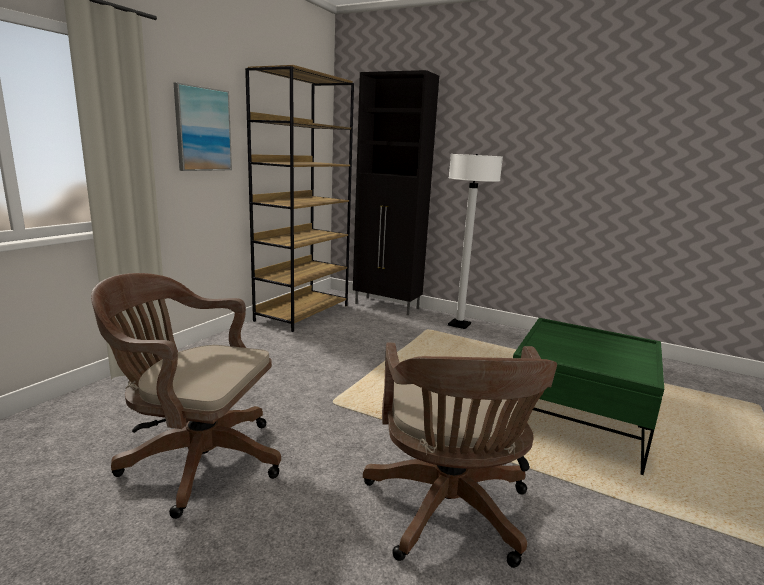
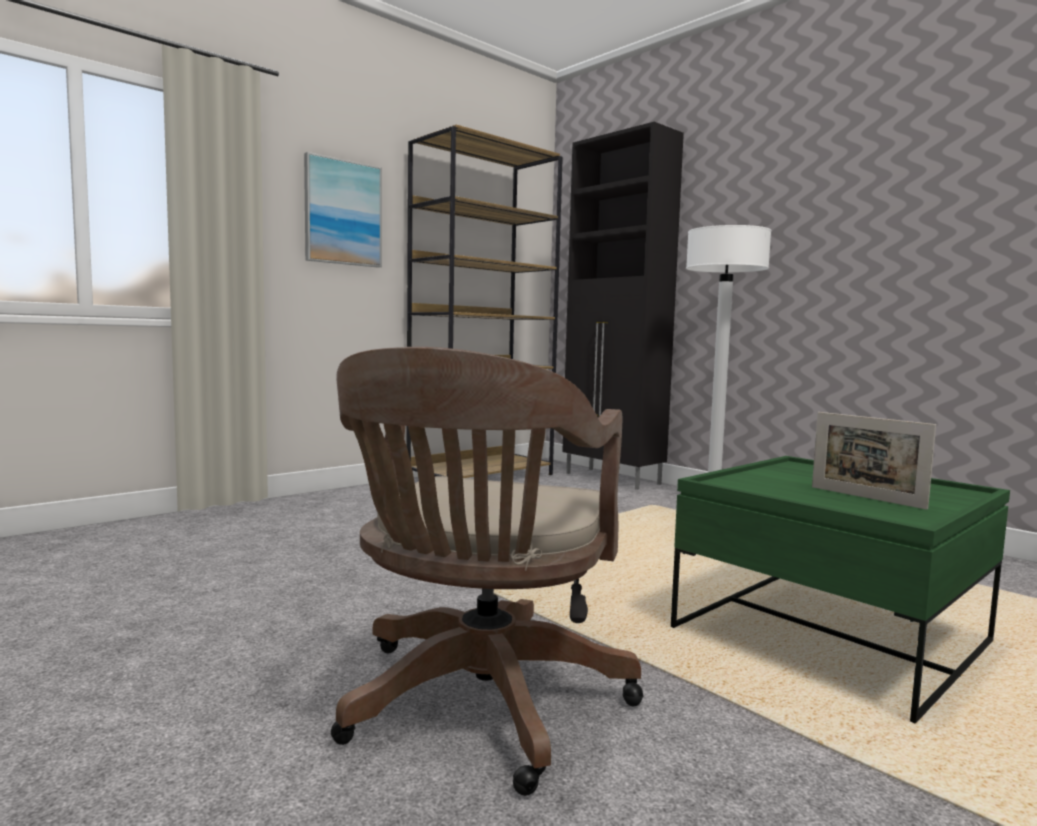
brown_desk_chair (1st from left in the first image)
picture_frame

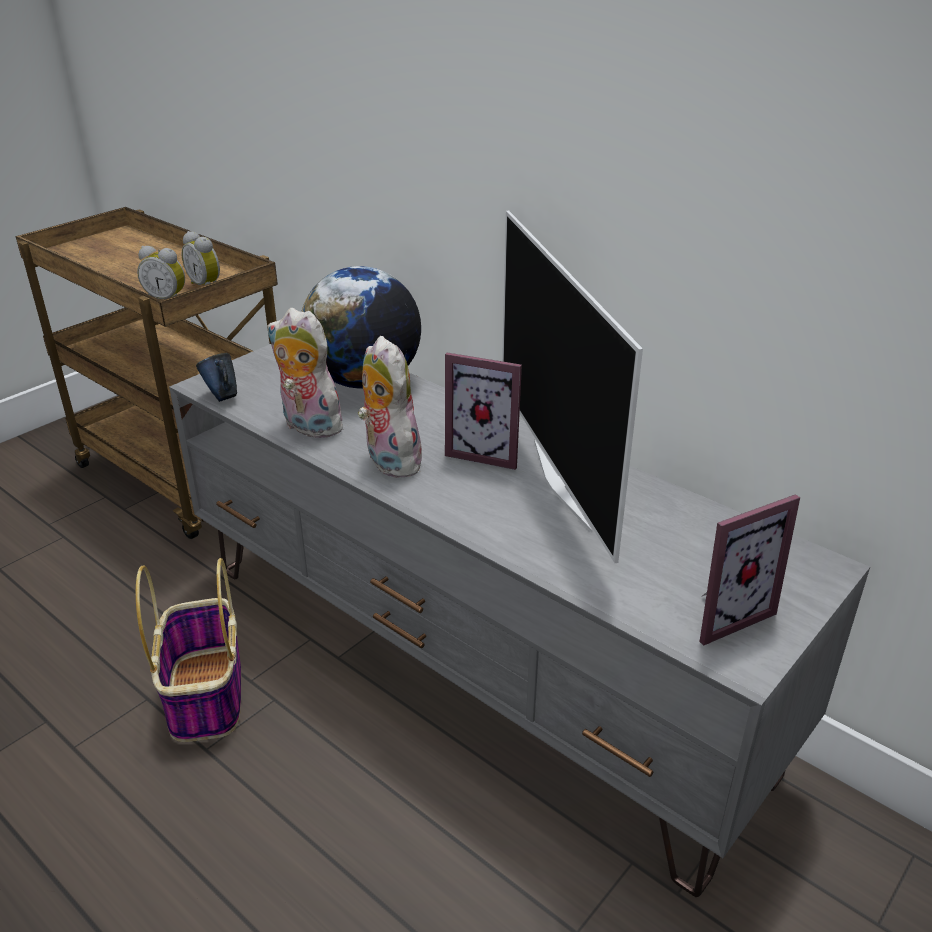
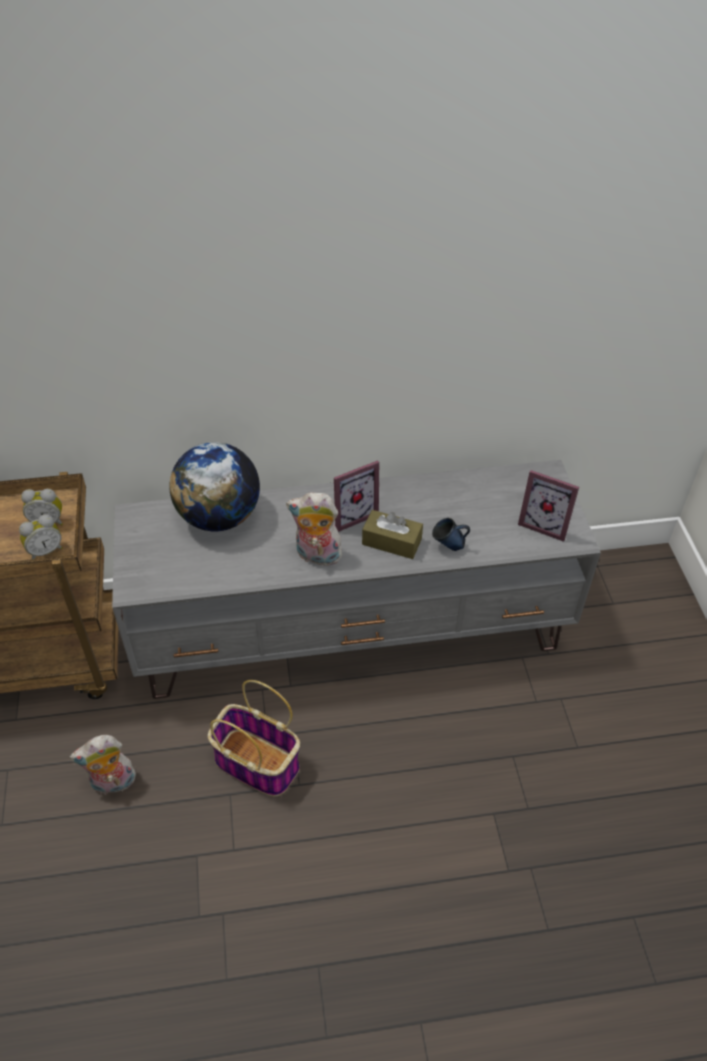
blue_mug
plush_toy (1st from left)
TV
picture_frame (2nd from left)
brown_box_of_tissues

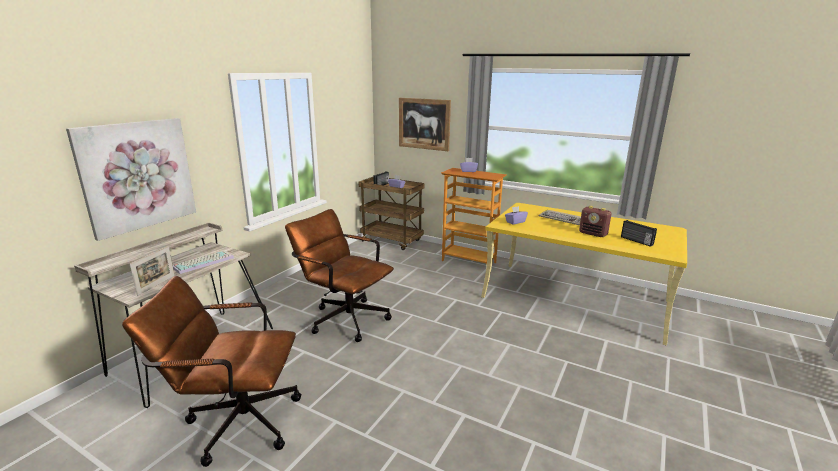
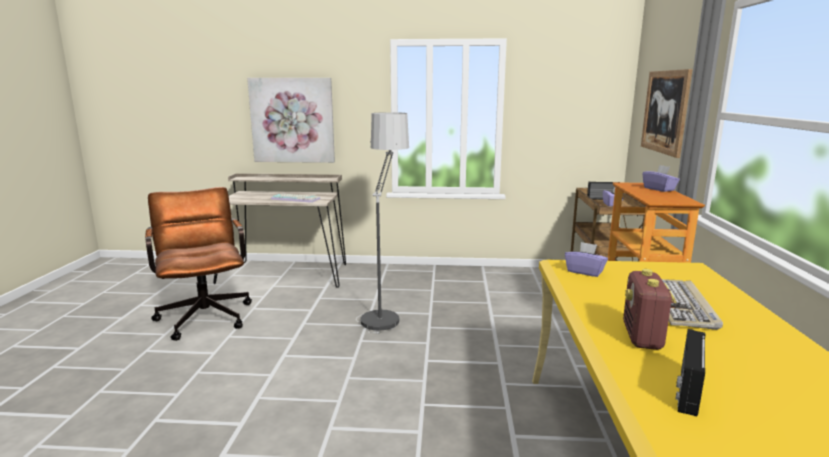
picture_frame
floor_lamp

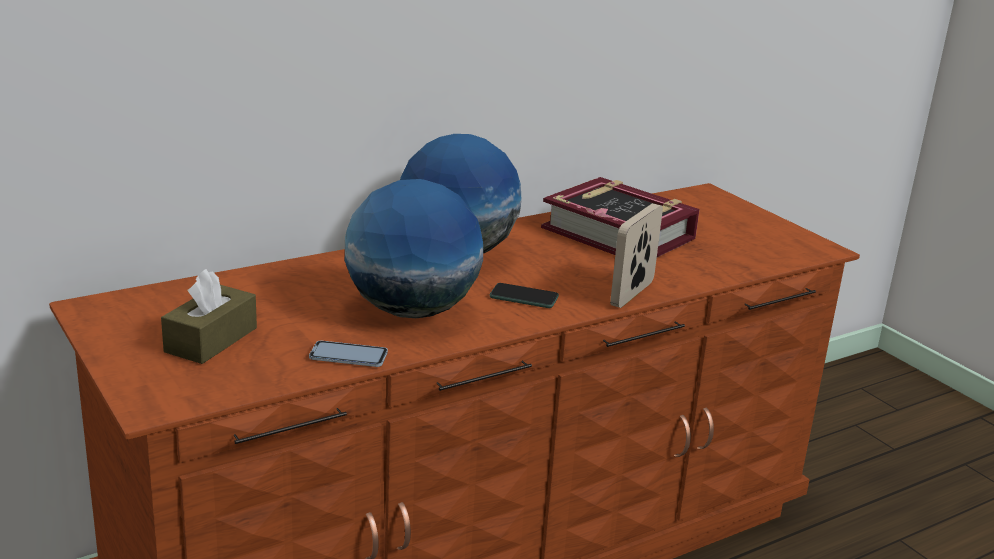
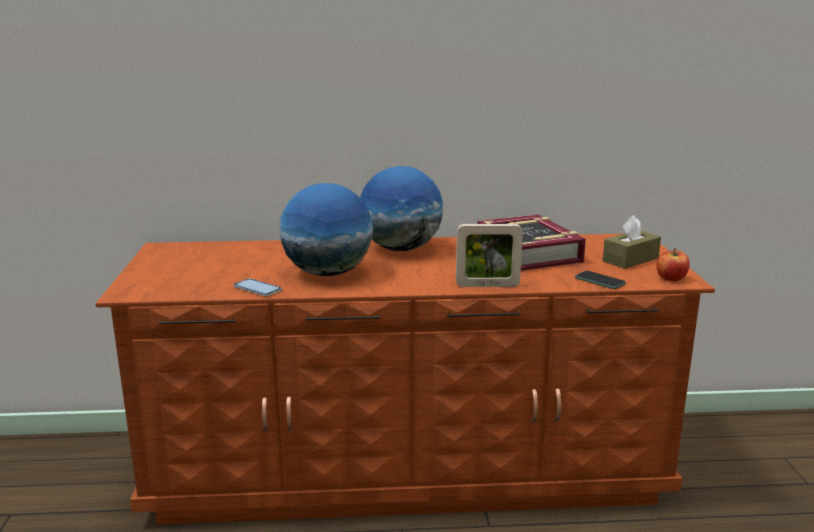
brown_box_of_tissues
handset (2nd from left)
picture_frame
whole_apple

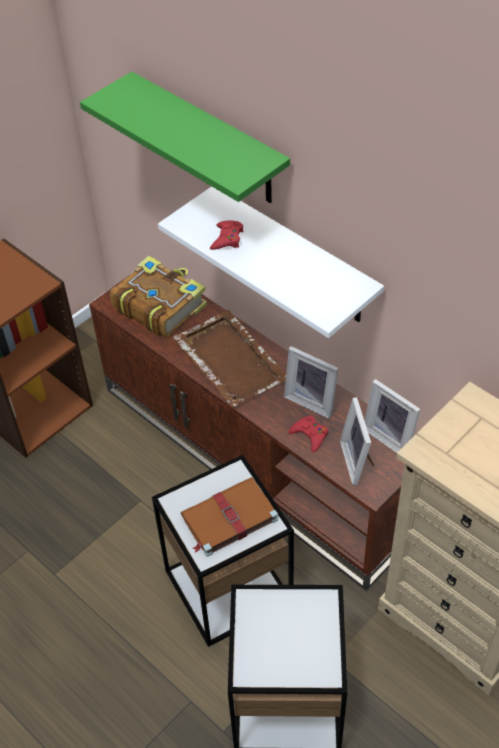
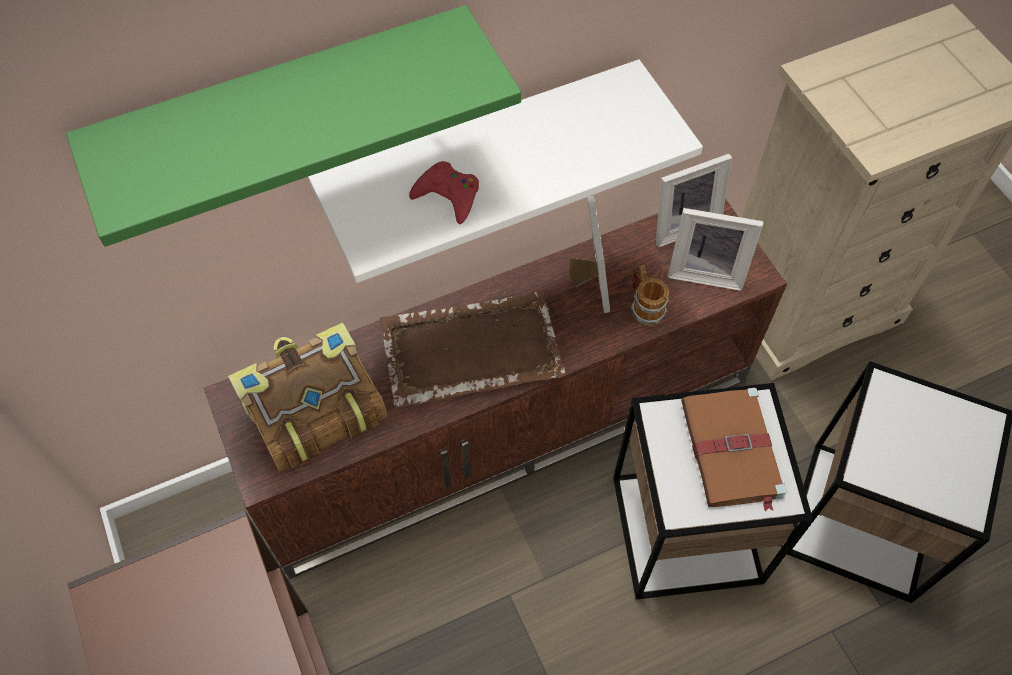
picture_frame (1st from left)
mug

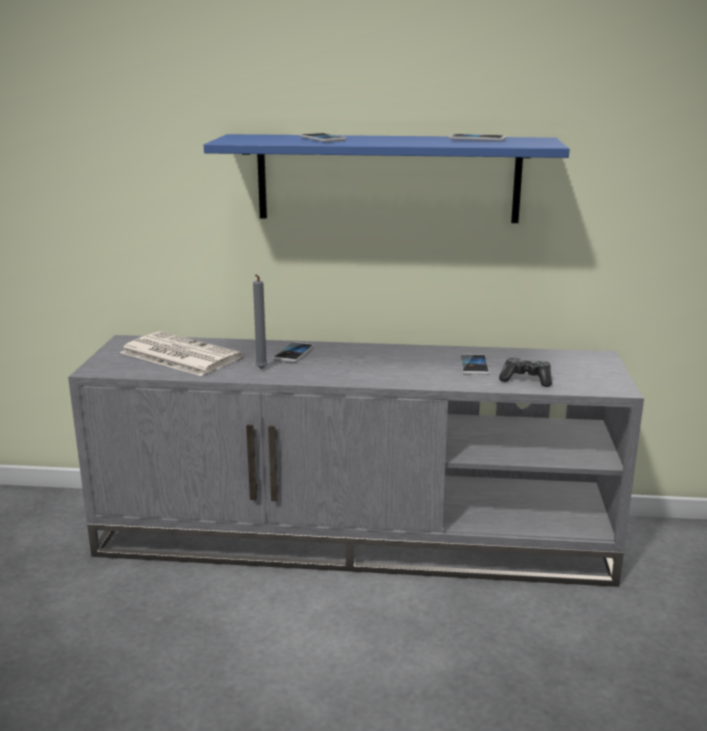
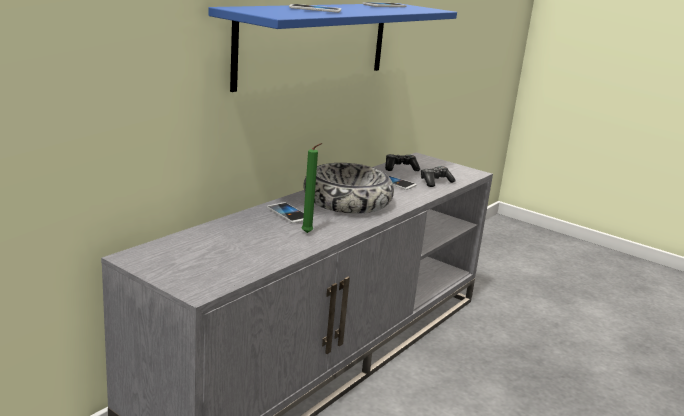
printed_paper
green_wax_light
serving_bowl
gamepad (1st from left)

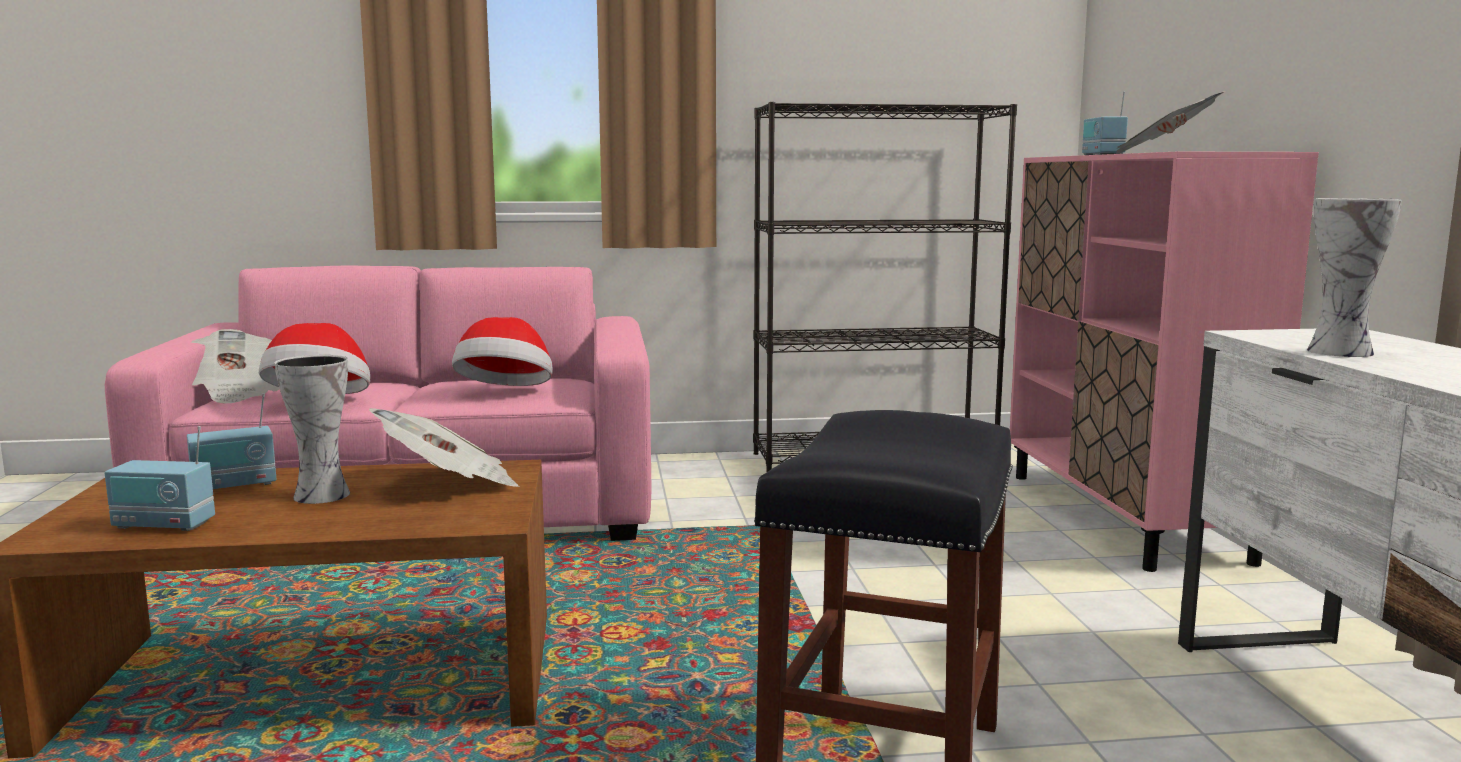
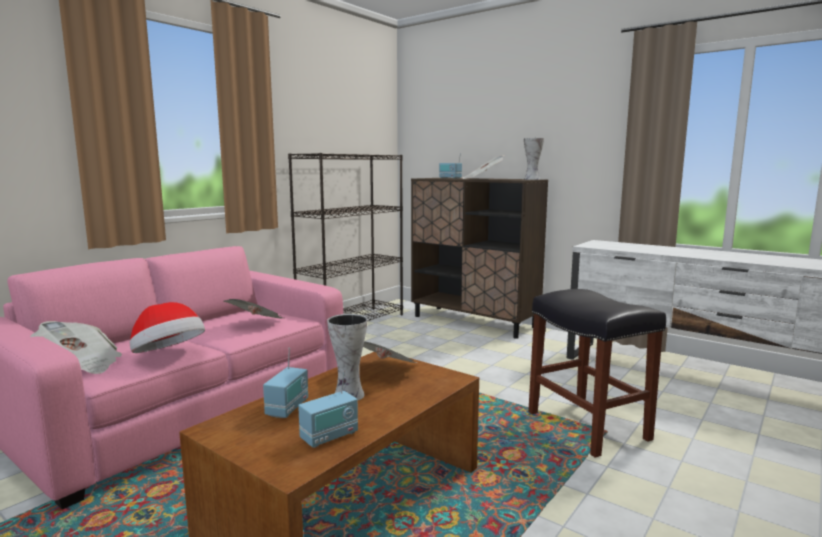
printed_paper (2nd from left)
brown_cupboard
flower_vase (2nd from left)

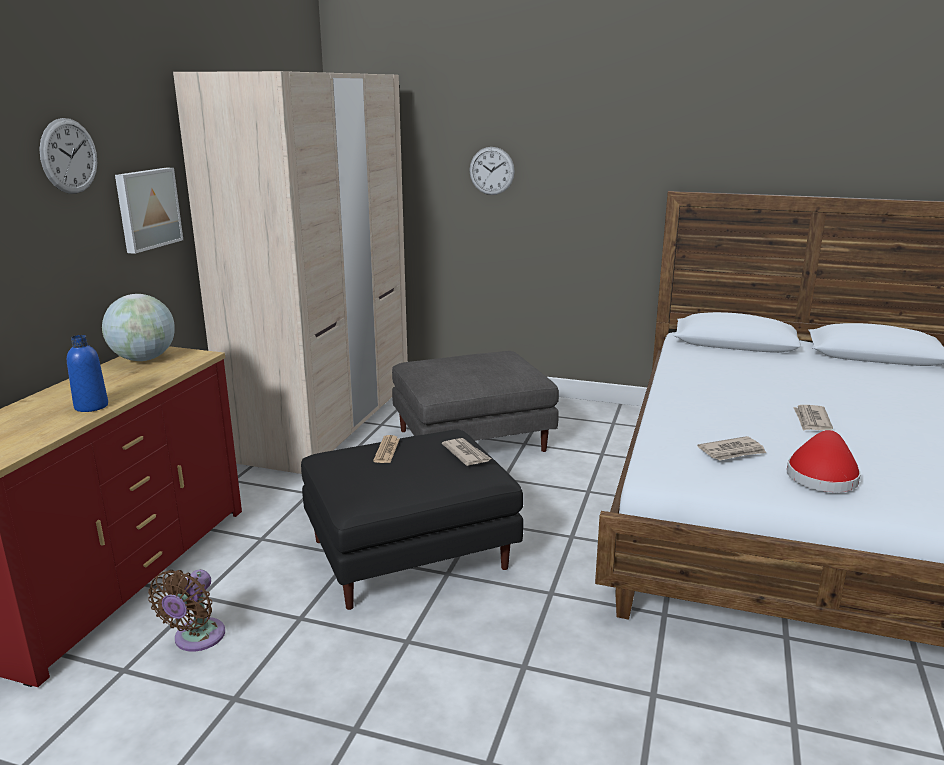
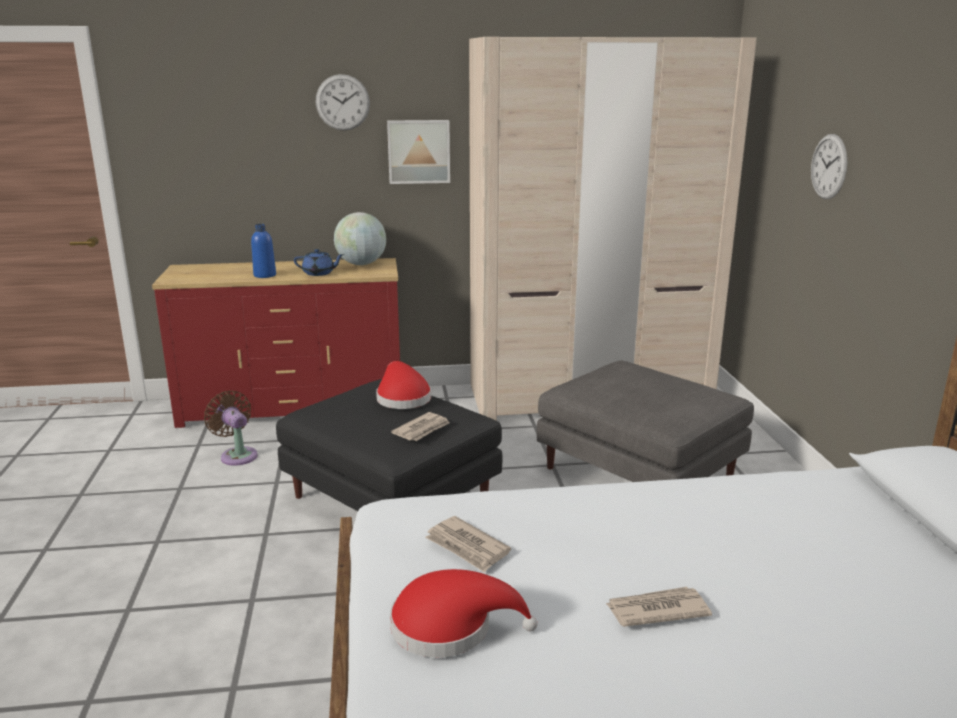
brown_cooling_fan
red-coloured_clothing_hat (1st from left)
blue_pot_for_tea

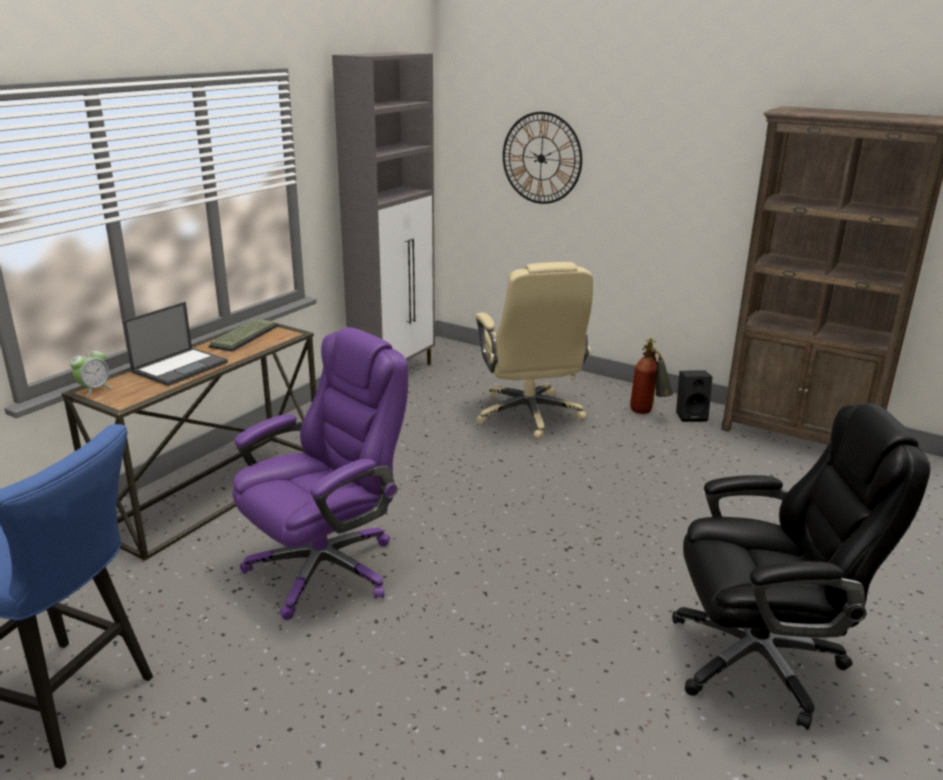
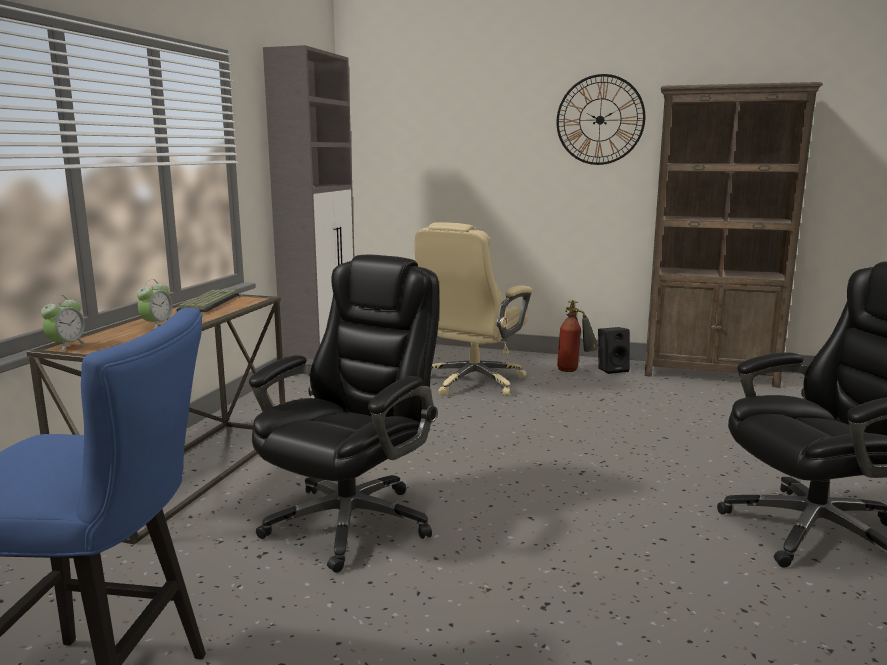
bedside_clock (2nd from left)
blackish_desk_chair (1st from left)
beige-coloured_desk_chair
clock_on_the_wall

